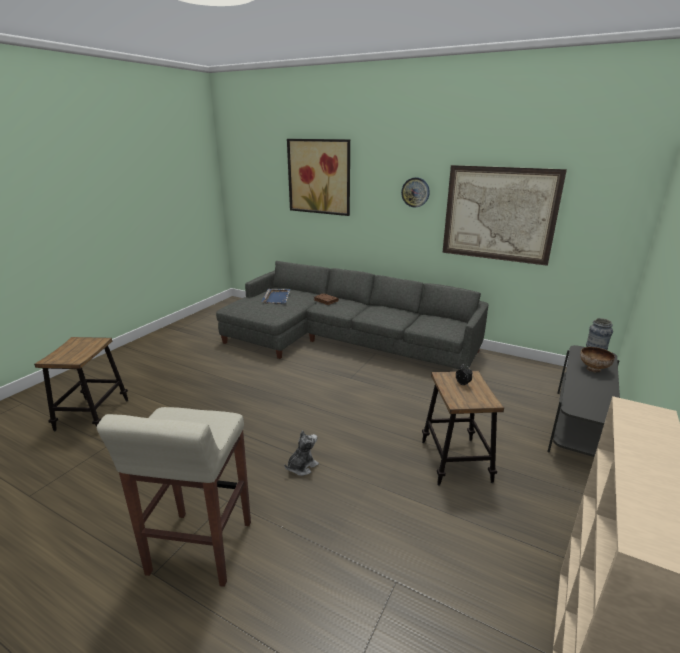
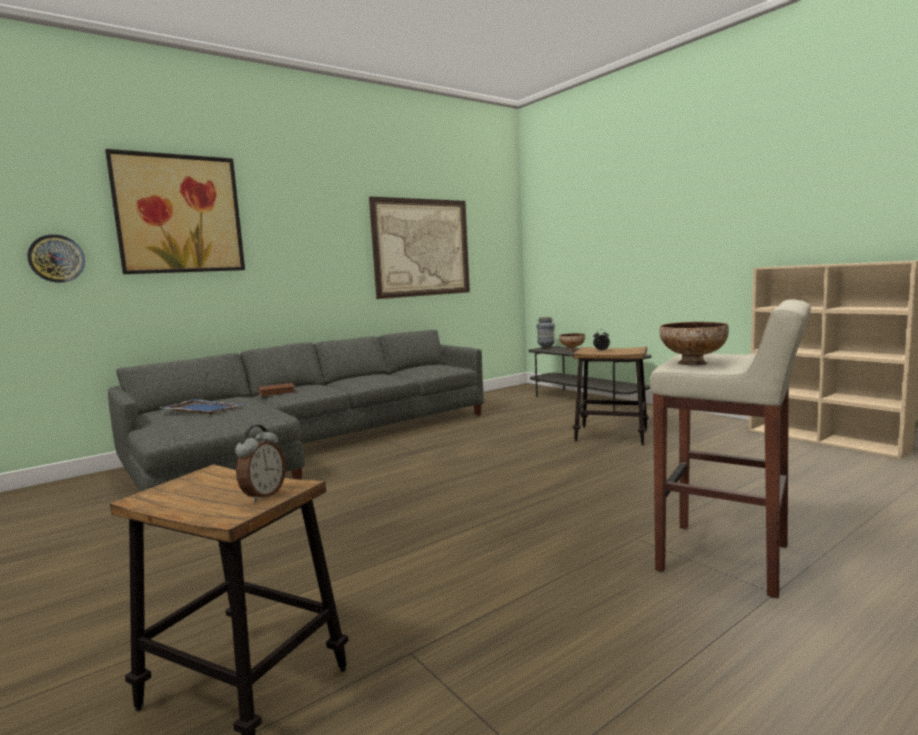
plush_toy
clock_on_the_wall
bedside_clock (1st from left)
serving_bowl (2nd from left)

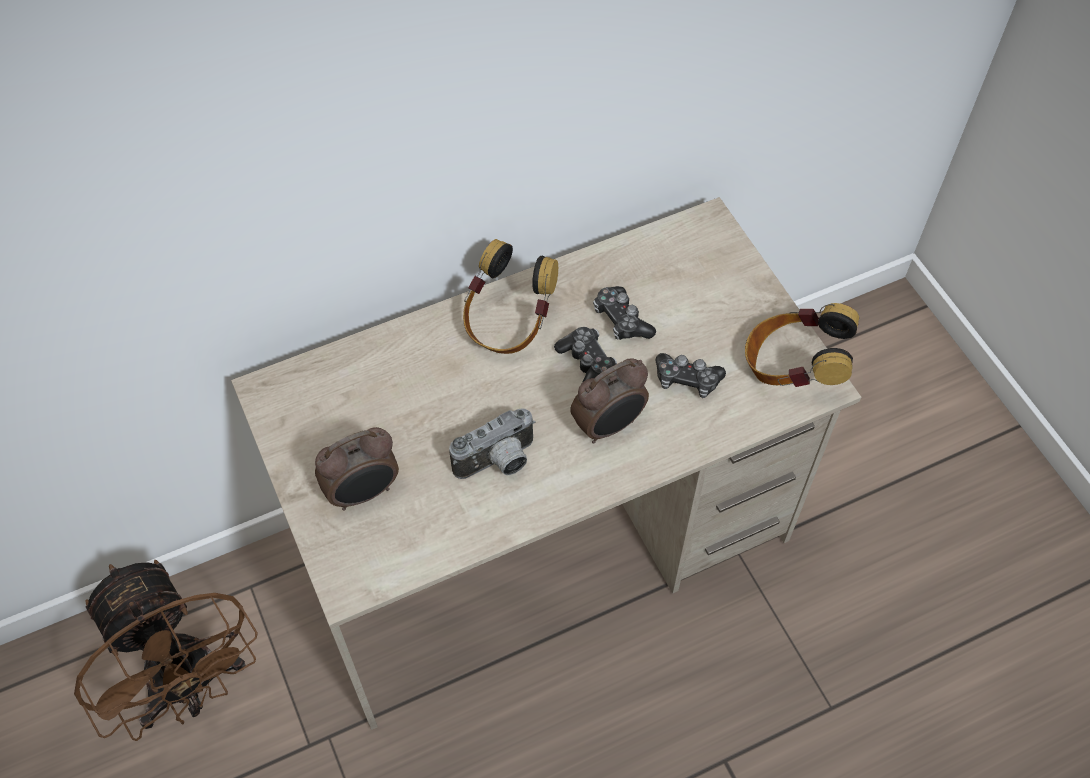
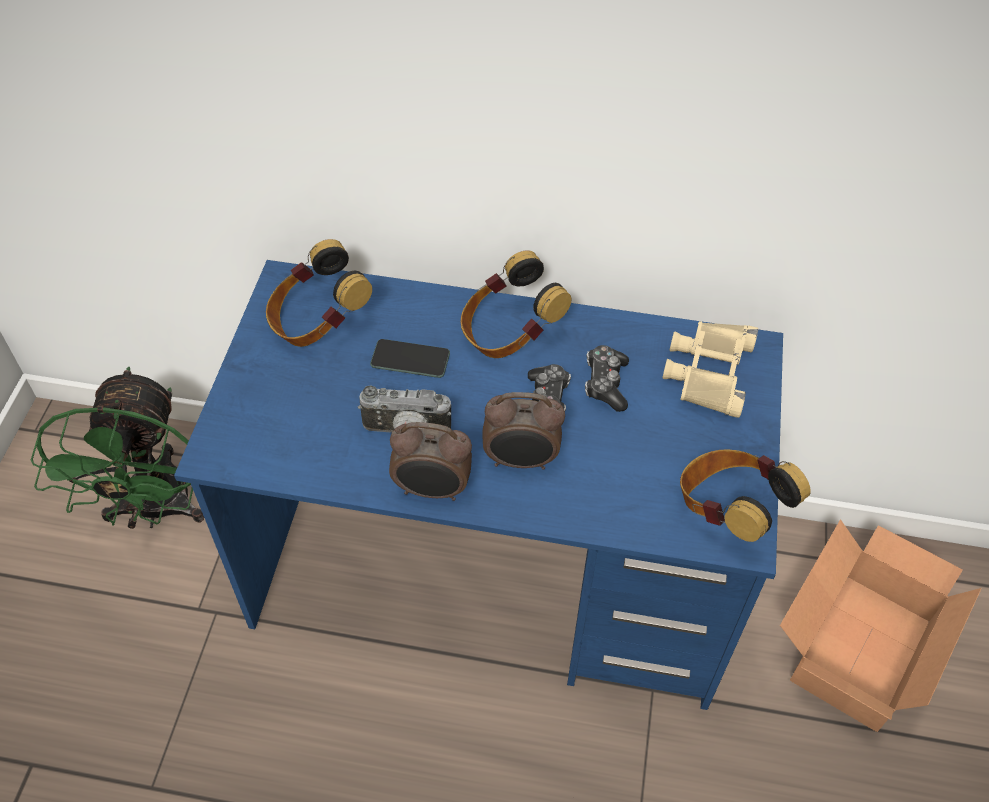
green_cooling_fan
blue_desk_table
bedside_clock (1st from left)
gamepad (3rd from left in the first image)
headphones (1st from left)
handset
beige-coloured_binoculars
packing_box

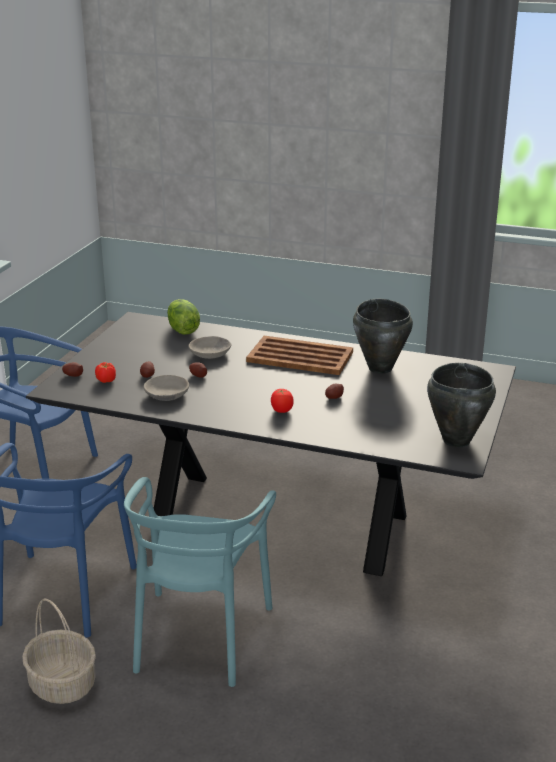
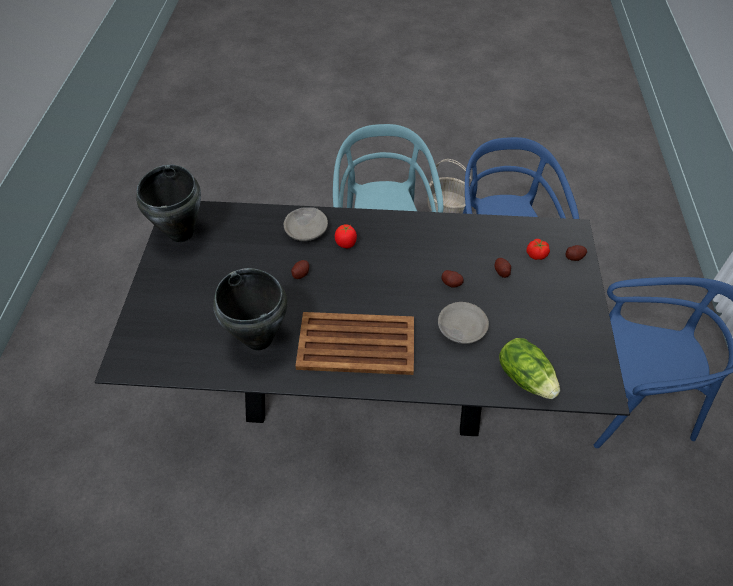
gray_serving_bowl (1st from left)

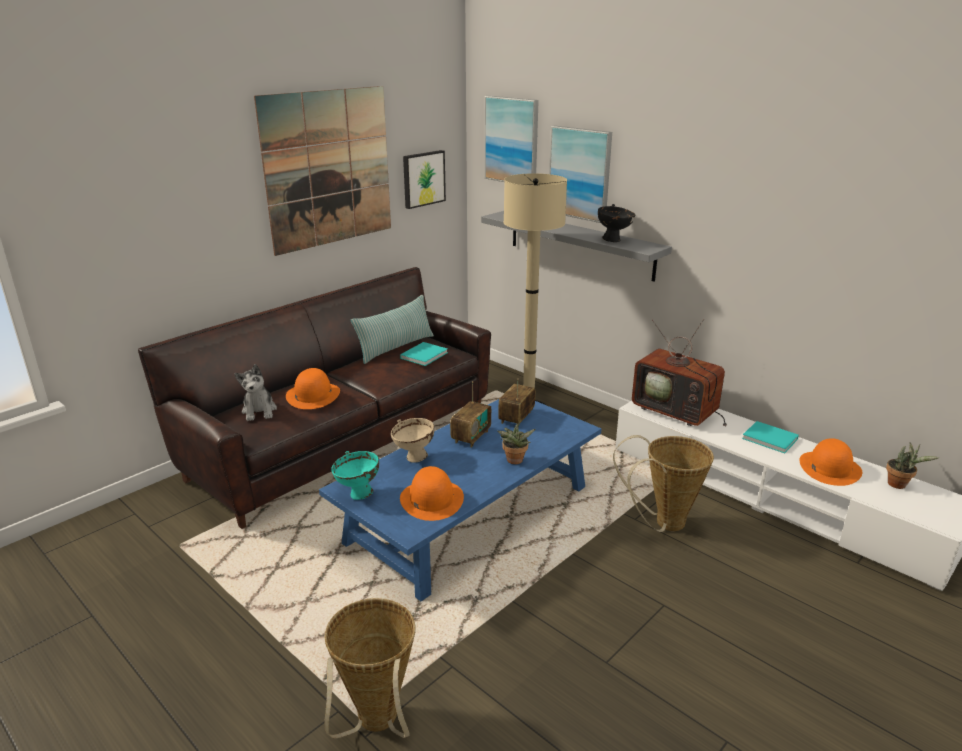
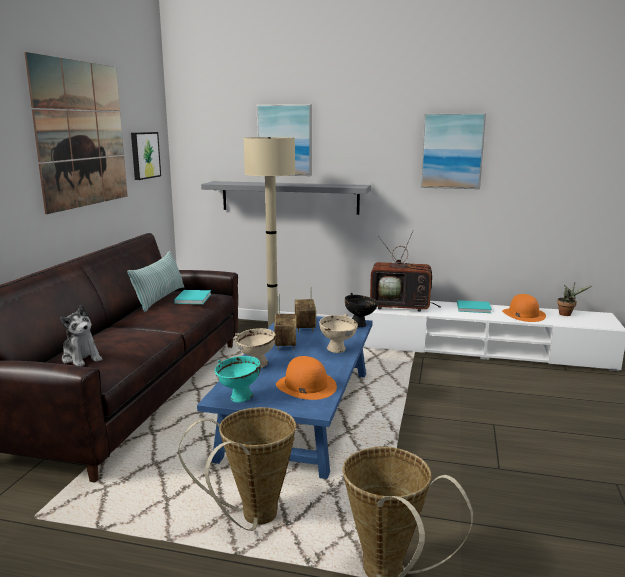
orange_clothing_hat (1st from left in the first image)
wall_art (4th from left)
beige-coloured_serving_bowl (2nd from left)
blackish_serving_bowl
basket (1st from left)

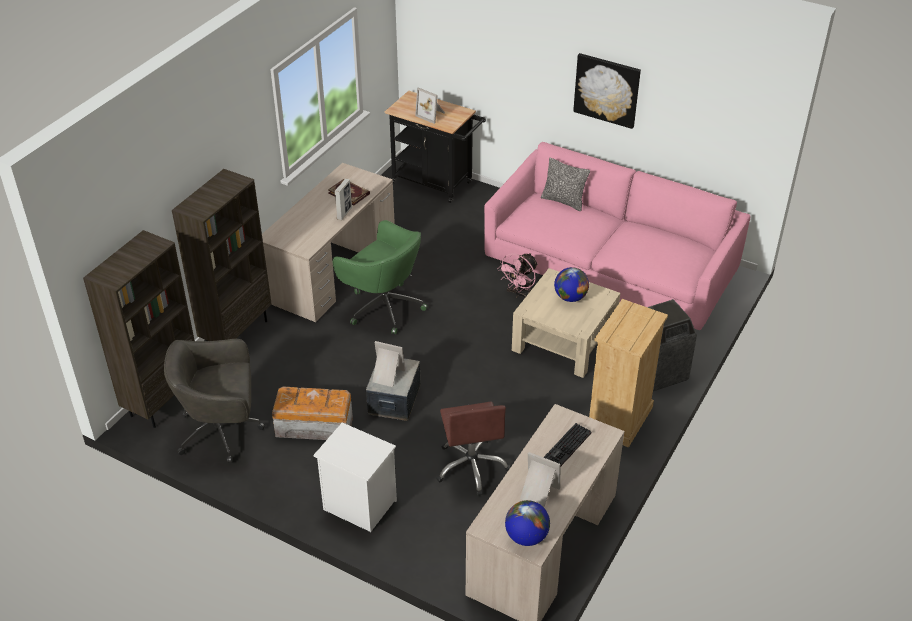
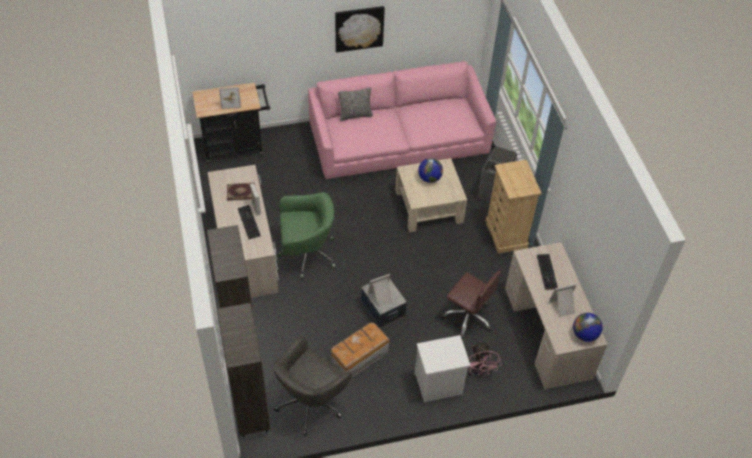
pinkish_cooling_fan
keyboard (1st from left)

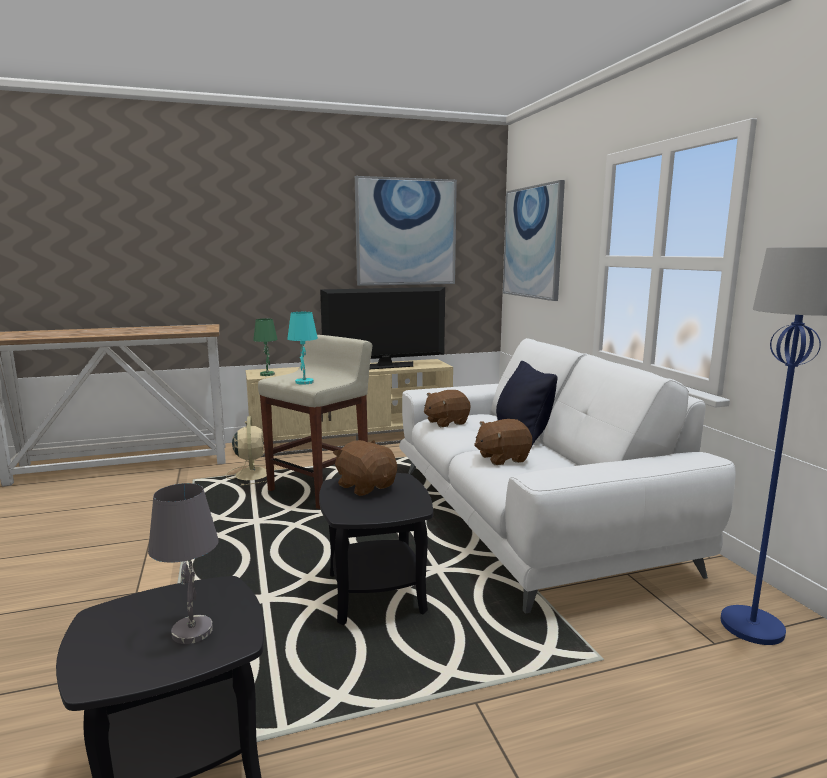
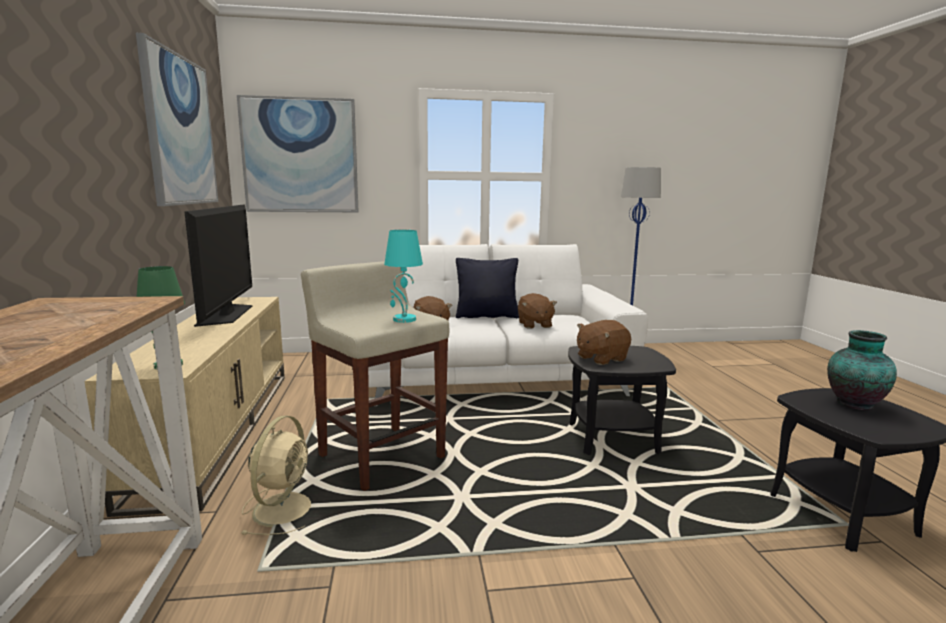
flower_vase
beige-coloured_cooling_fan

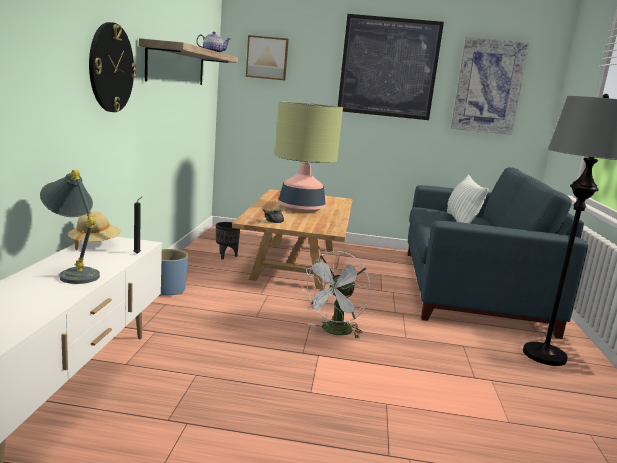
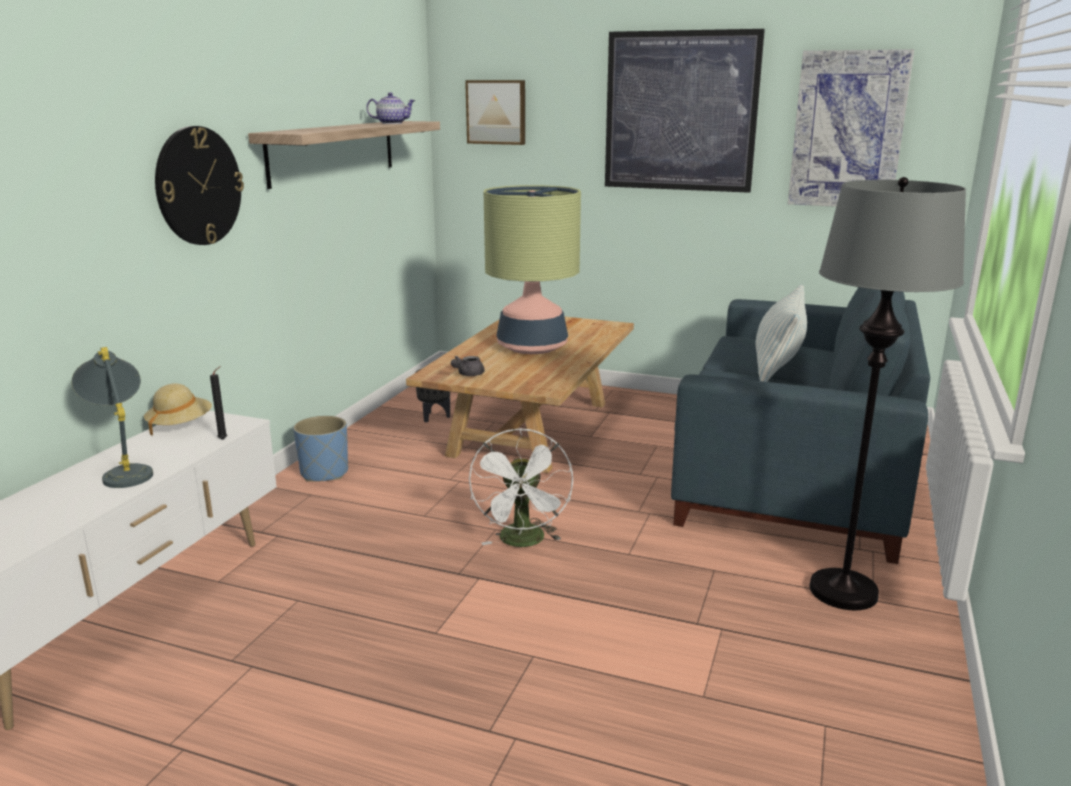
white_cooling_fan

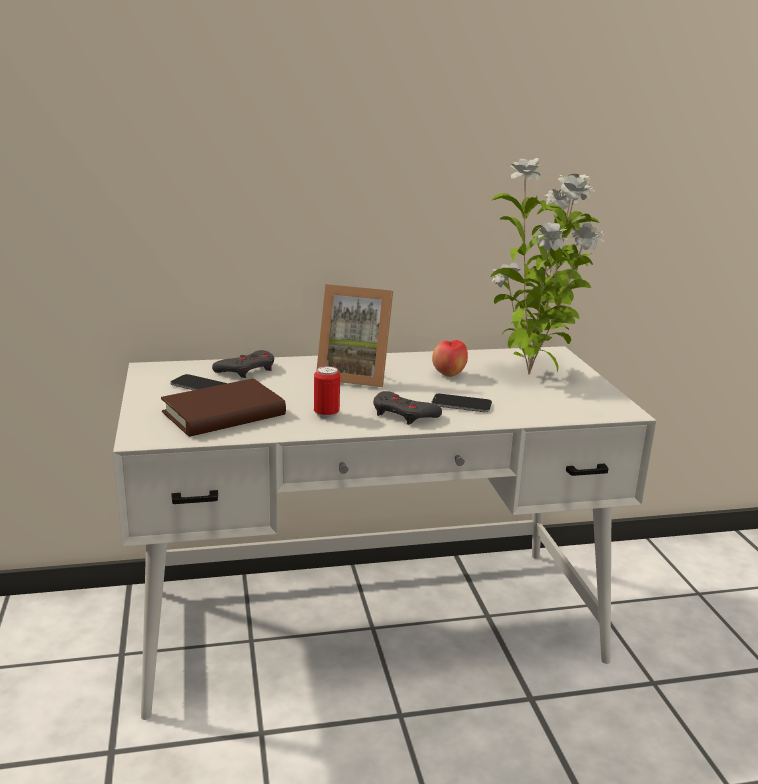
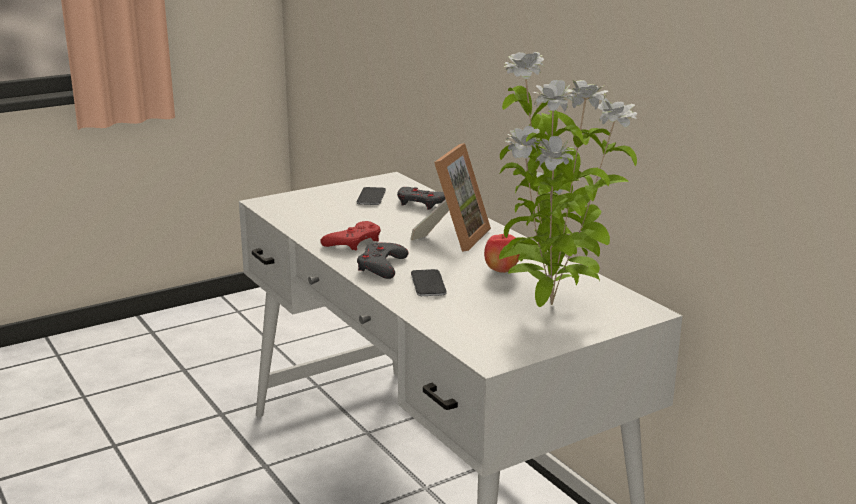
brown_volume
red-coloured_gamepad
picture_frame

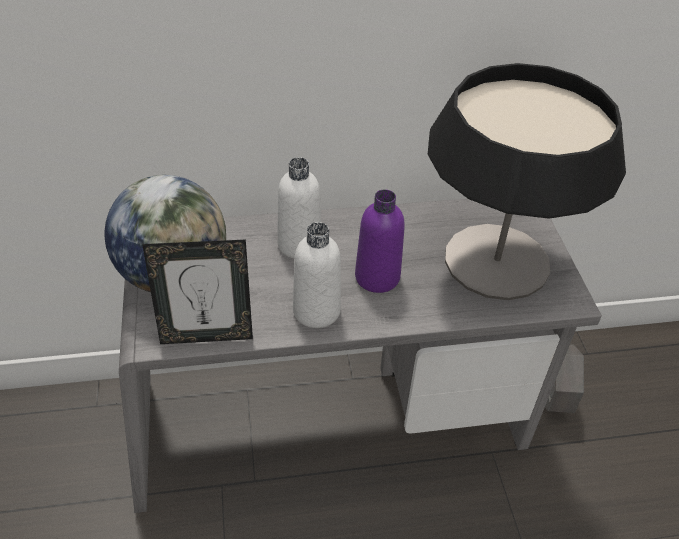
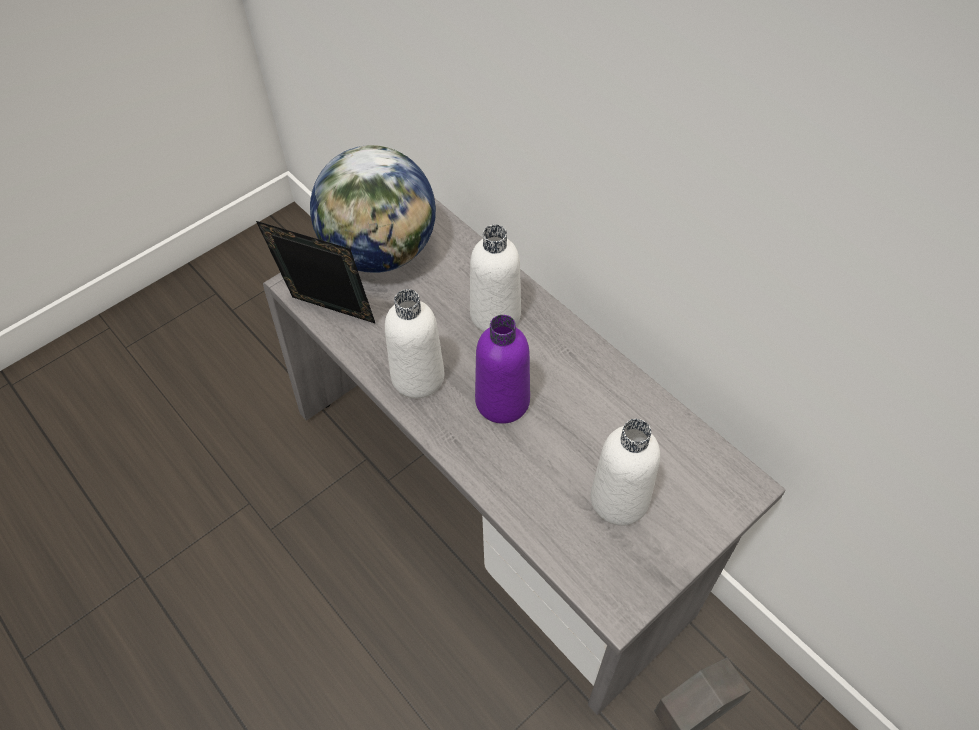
picture_frame
white_bottle (3rd from left)

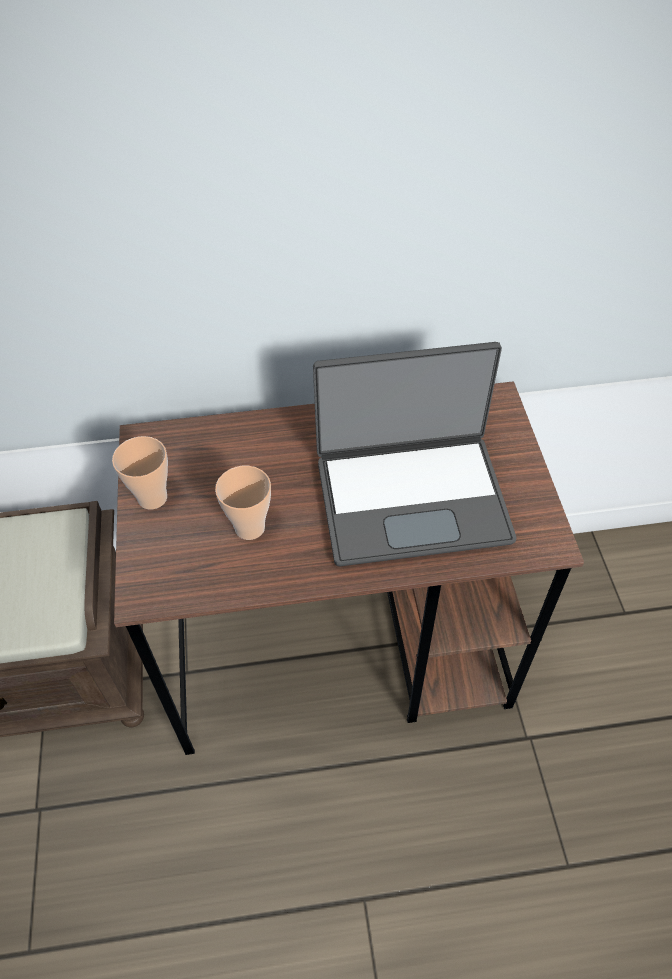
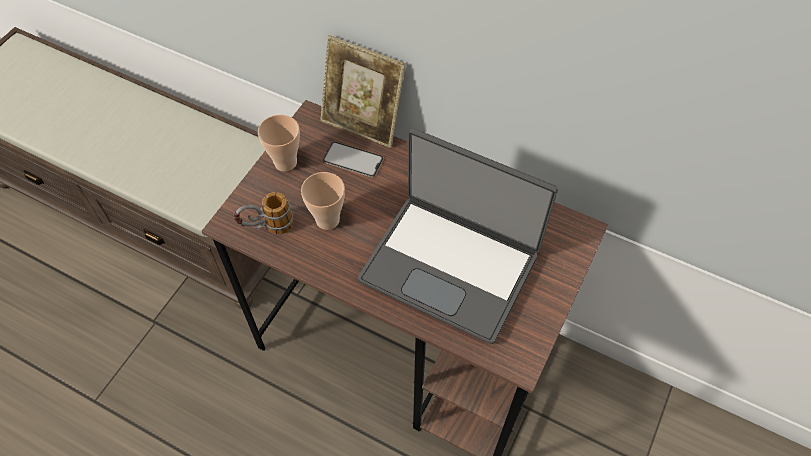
mug
picture_frame
handset

